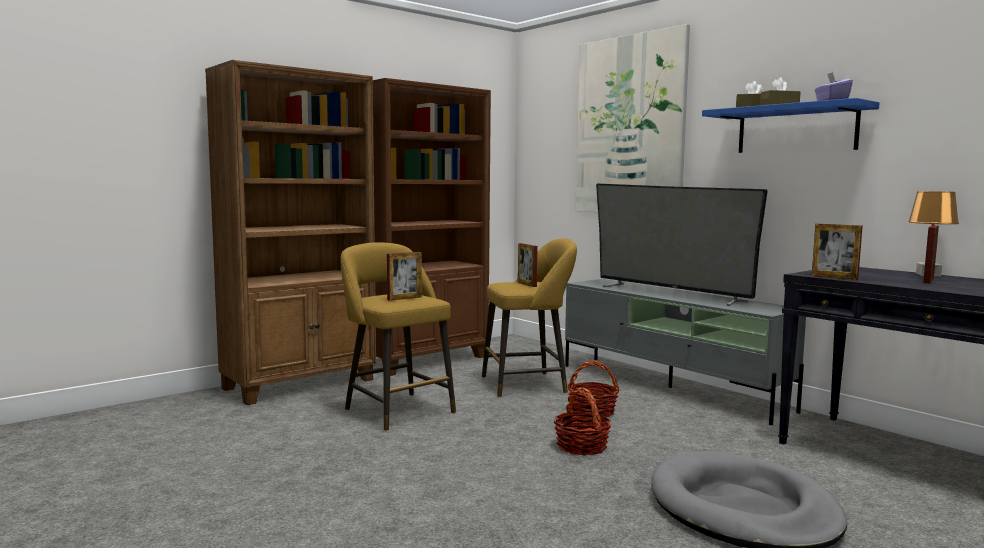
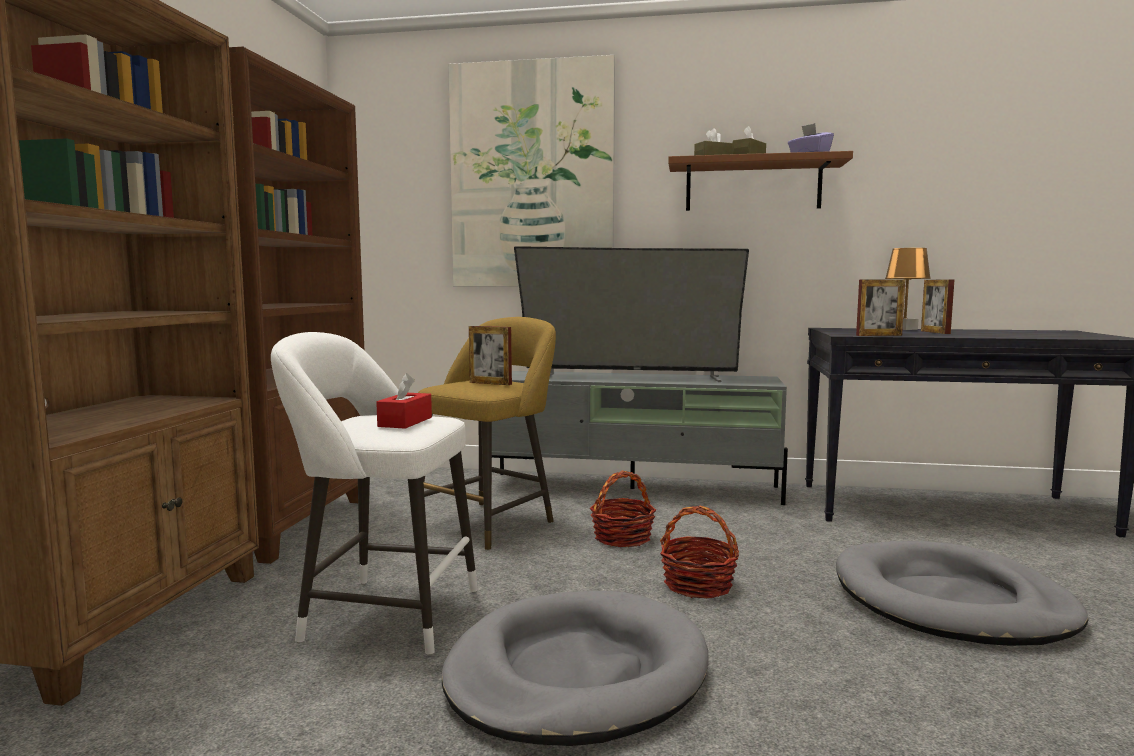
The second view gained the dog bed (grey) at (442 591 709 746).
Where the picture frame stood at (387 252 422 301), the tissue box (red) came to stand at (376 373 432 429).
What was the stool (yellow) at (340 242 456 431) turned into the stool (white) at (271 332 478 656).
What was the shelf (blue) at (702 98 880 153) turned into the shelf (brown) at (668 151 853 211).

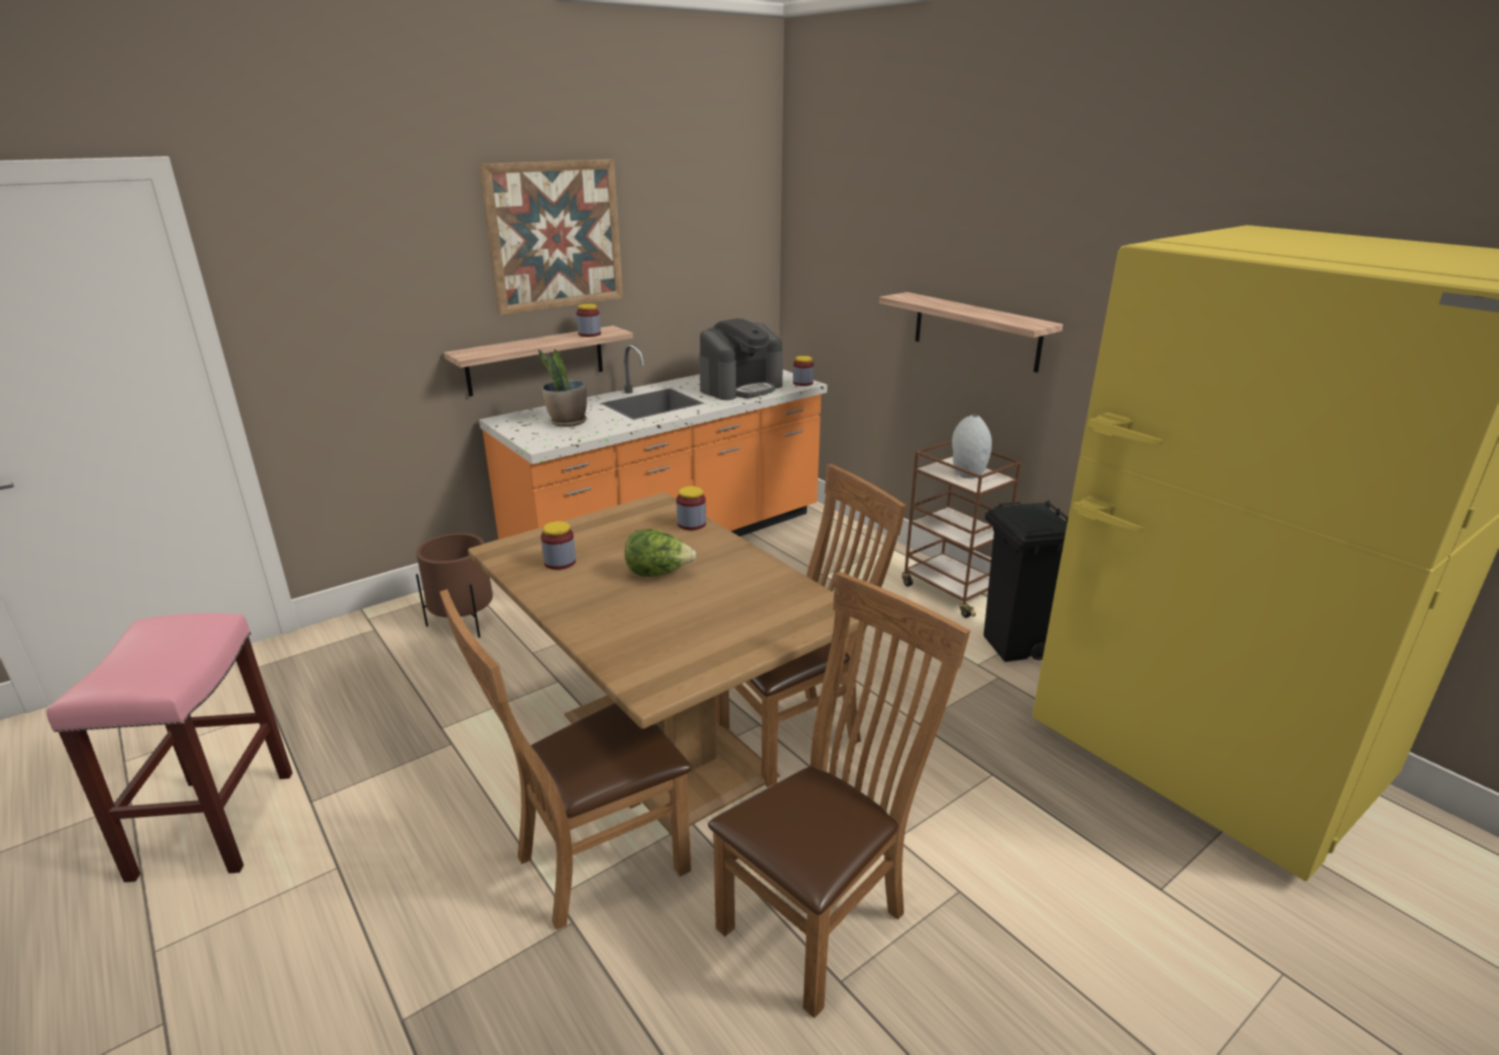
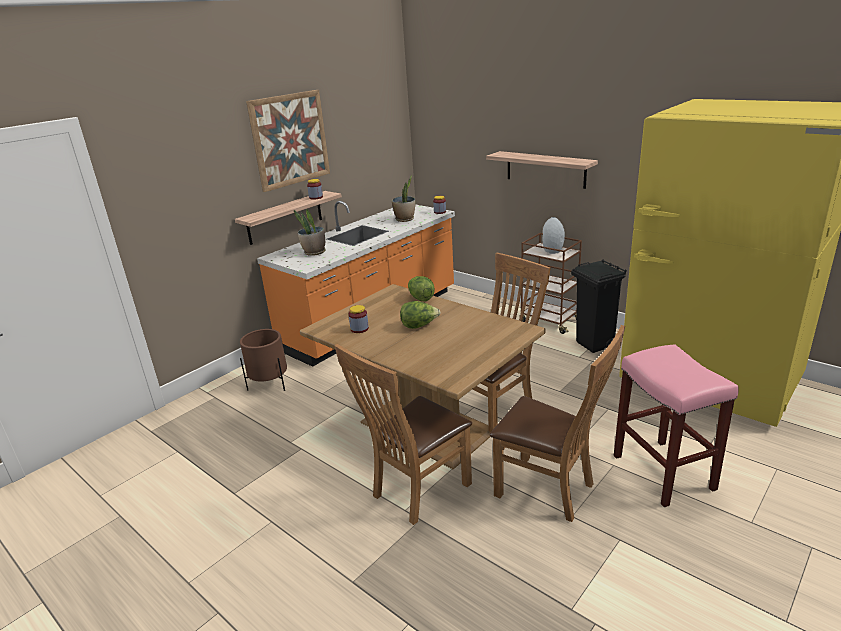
The stool (pink) ended up elsewhere, having gone from (47 613 293 882) to (614 344 739 507).
Where the jar stood at (676 486 706 530), the lettuce came to stand at (408 276 435 302).
Where the coffee machine stood at (699 318 783 400), the potted plant came to stand at (392 176 415 222).
The chair (brown) at (708 572 970 1018) ended up facing another way, 90 degrees clockwise from before.

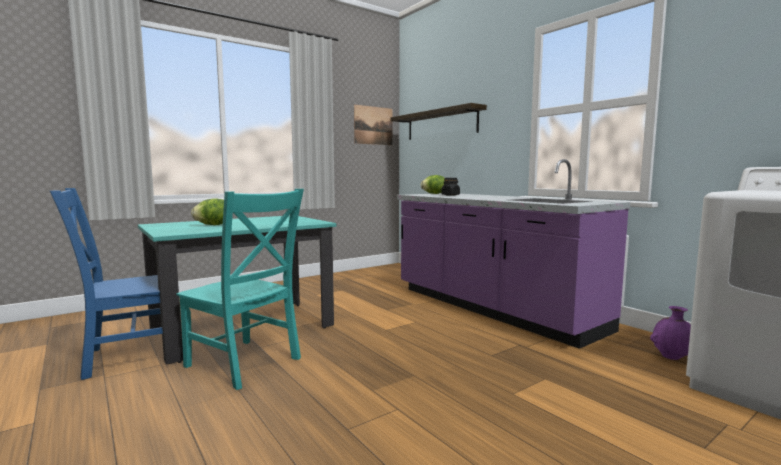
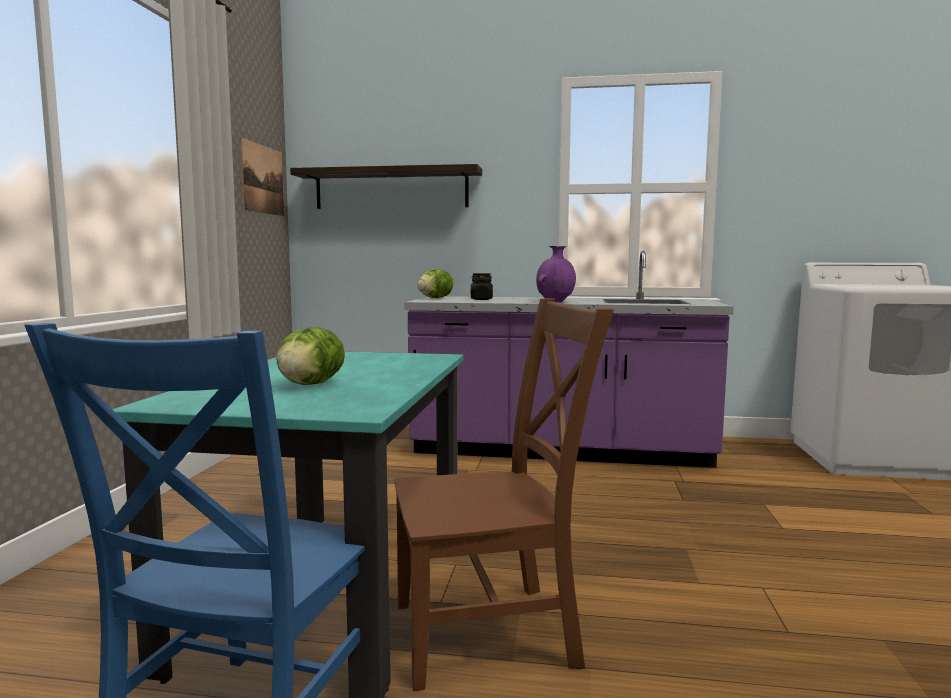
The vase (purple) ended up elsewhere, having gone from (650 306 691 360) to (536 246 576 303).
What was the chair (turquoise) at (177 189 304 390) turned into the chair (brown) at (395 298 614 691).

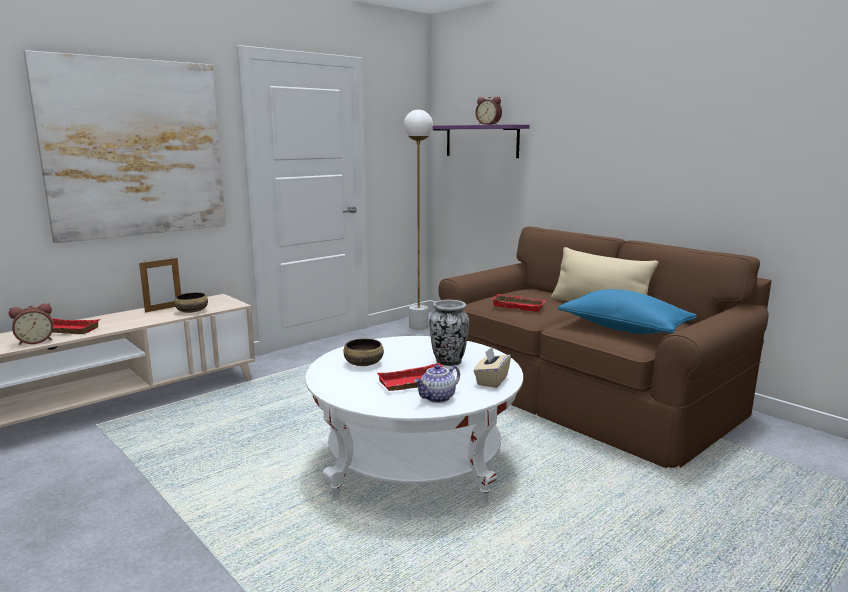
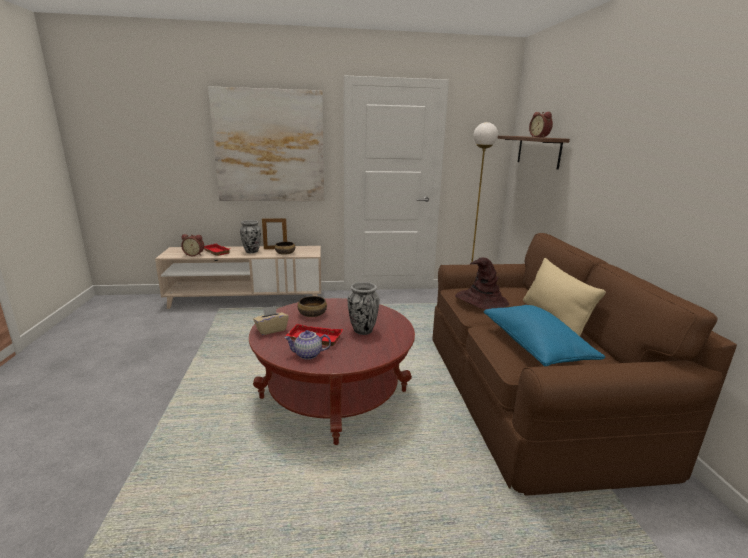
The second view gained the vase at (240 220 261 253).
The tissue box (beige) ended up elsewhere, having gone from (474 347 511 388) to (253 306 289 335).
Where the tray (red) stood at (492 294 545 312), the hat (brown) came to stand at (455 257 509 310).
What was the coffee table (white) at (305 336 523 503) turned into the coffee table (red) at (249 298 415 445).
What was the shelf (purple) at (432 124 530 158) turned into the shelf (brown) at (497 136 570 170).

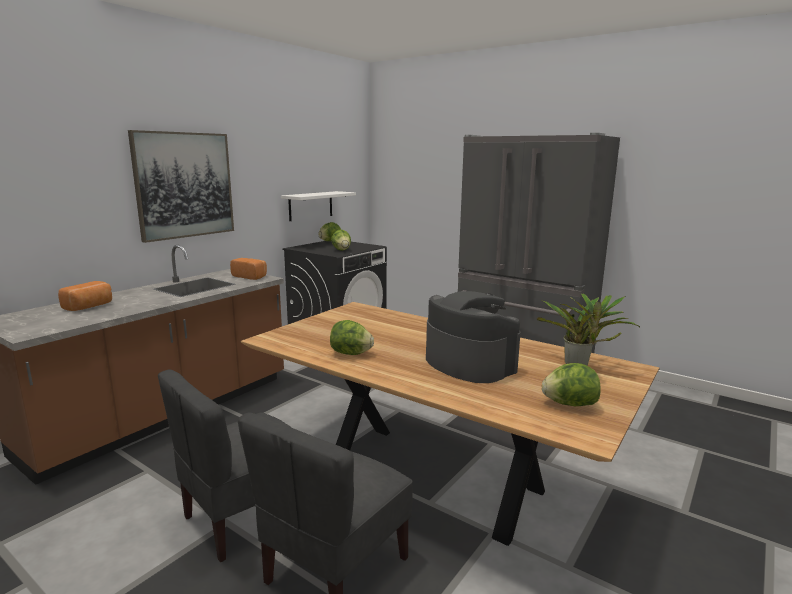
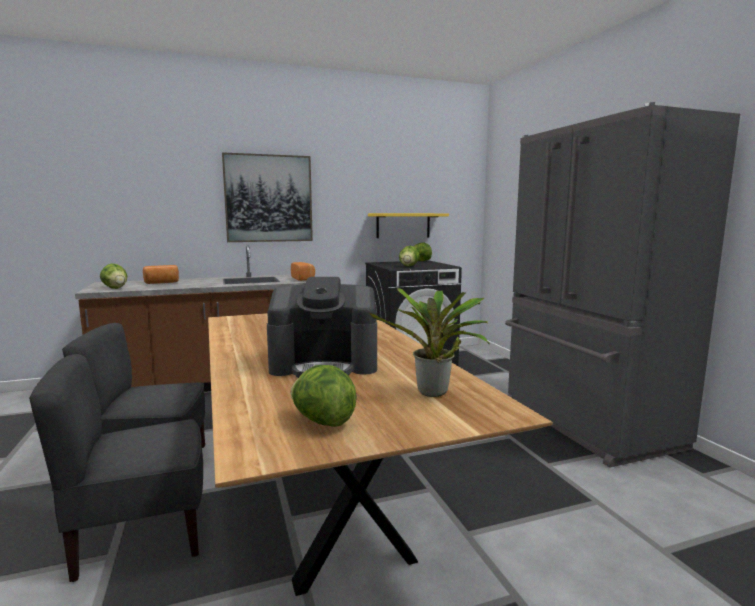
The lettuce ended up elsewhere, having gone from (330 320 374 355) to (100 263 127 289).
What was the shelf (white) at (281 191 356 221) turned into the shelf (yellow) at (368 213 449 238).
The coffee machine at (426 291 521 383) ended up facing another way, 90 degrees clockwise from before.

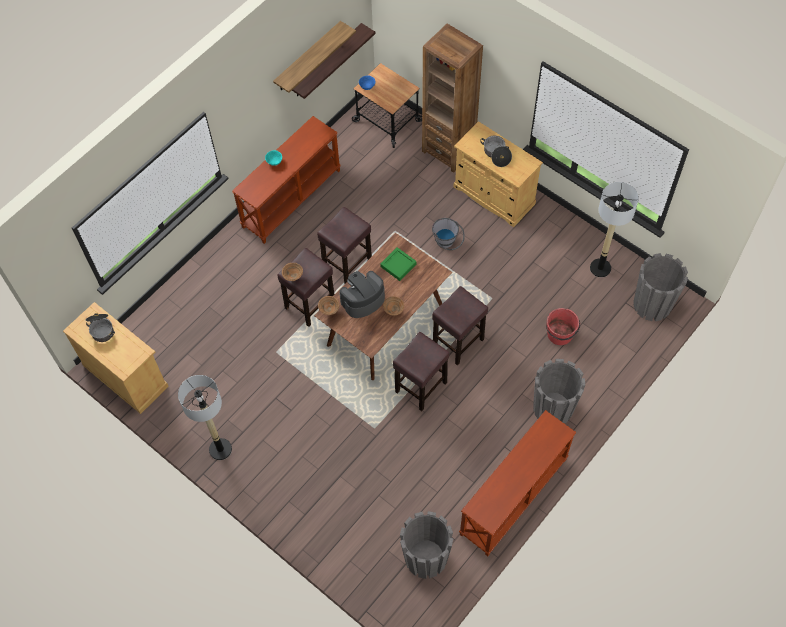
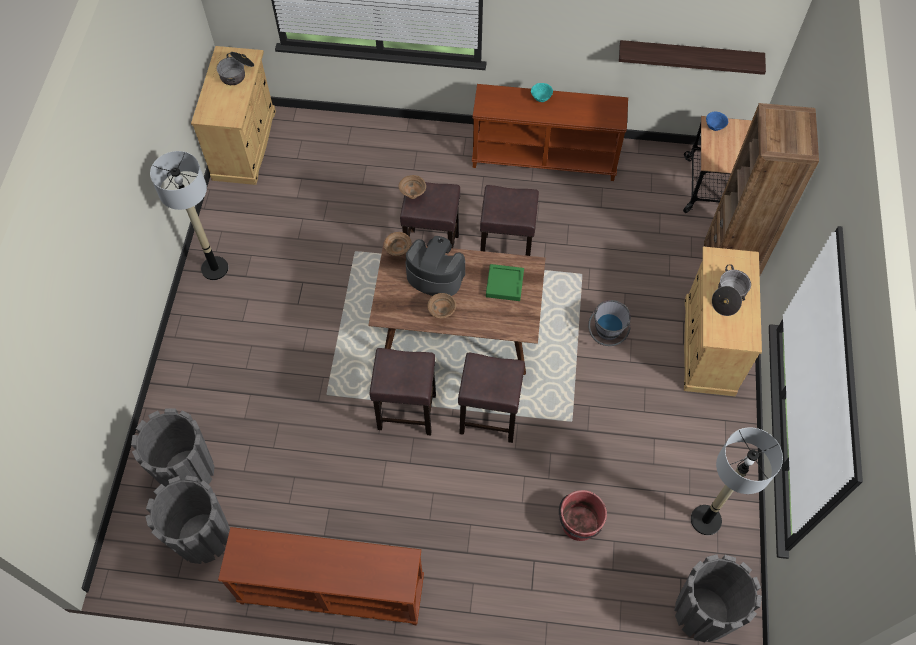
The second view lost the shelf at (273 21 356 93).
The planter (grey) ended up elsewhere, having gone from (533 359 585 424) to (131 408 215 487).

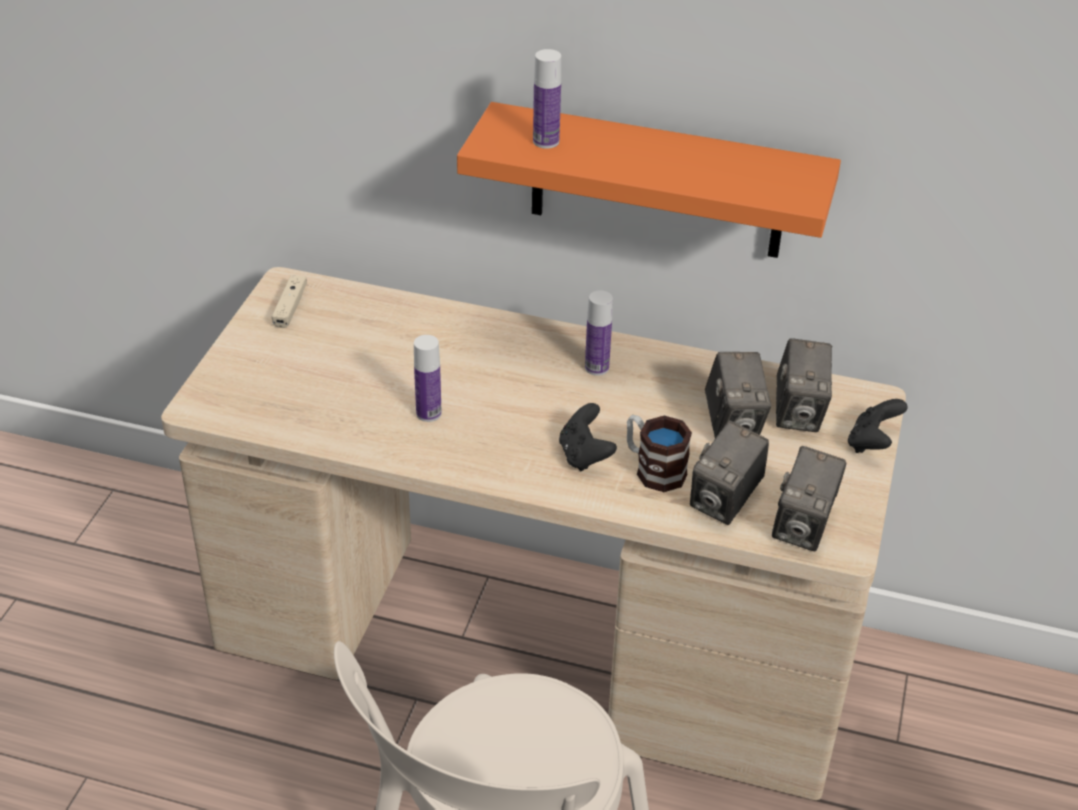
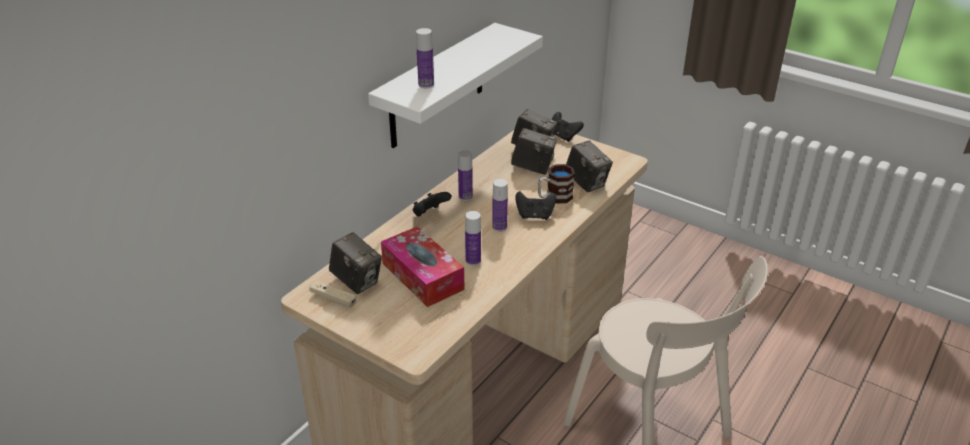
The second view gained the tissue box at (381 226 465 307).
The second view gained the game controller (black) at (413 192 451 217).
The second view gained the bottle at (492 179 508 232).
The photo camera ended up elsewhere, having gone from (772 446 847 551) to (329 232 382 294).
What was the shelf (orange) at (457 102 841 258) turned into the shelf (white) at (368 23 543 148).

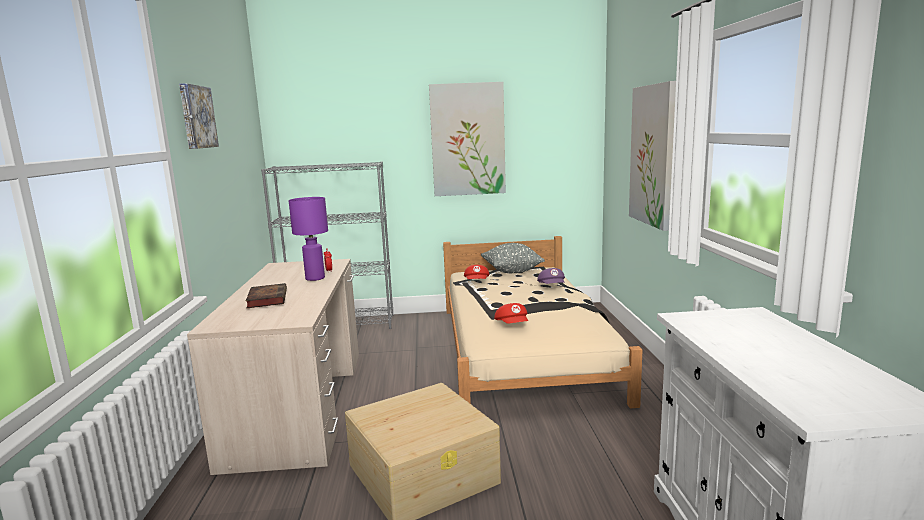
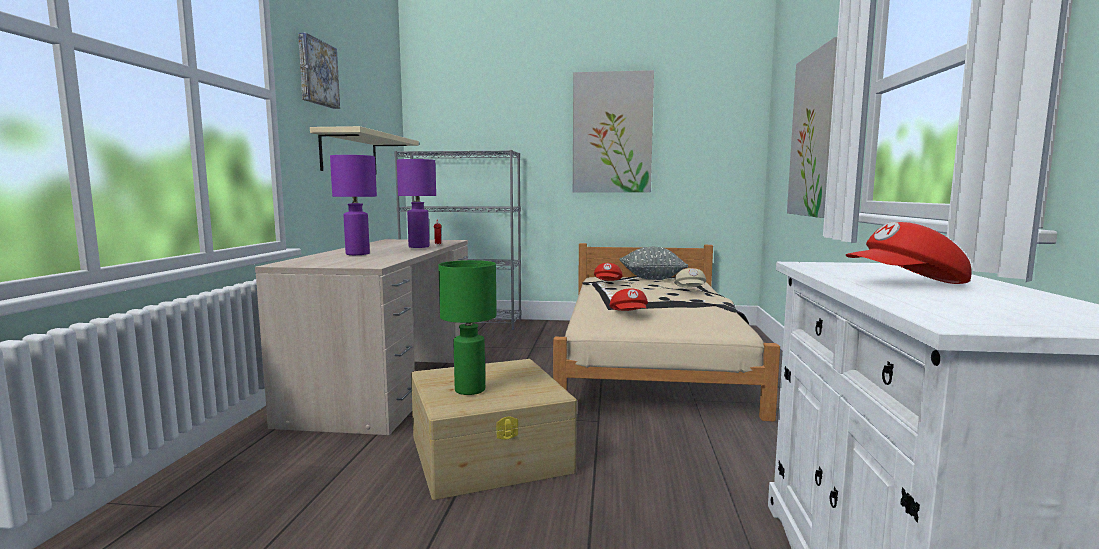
The second view gained the shelf (beige) at (310 126 419 174).
The second view gained the table lamp (green) at (438 260 497 395).
The second view gained the cap (red) at (846 222 972 284).
Where the book stood at (245 283 287 309), the table lamp (purple) came to stand at (330 155 377 255).
What was the cap (purple) at (537 268 565 284) turned into the cap (beige) at (674 268 706 287).

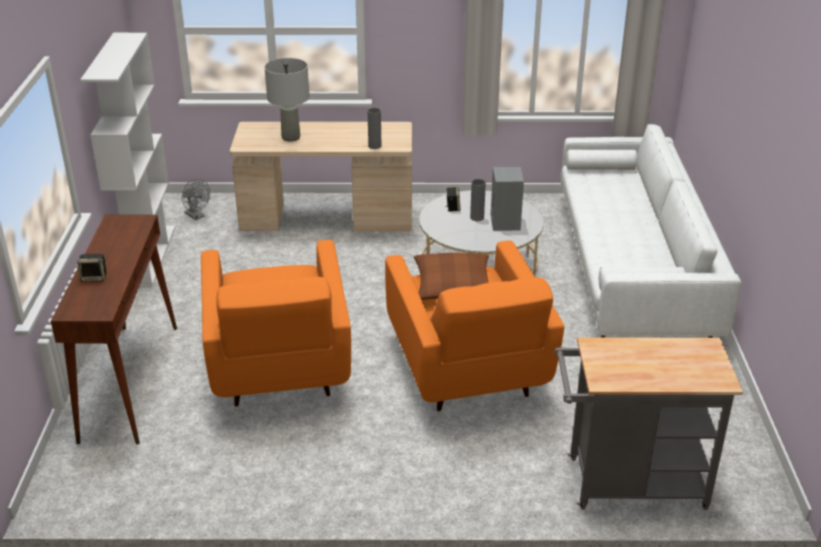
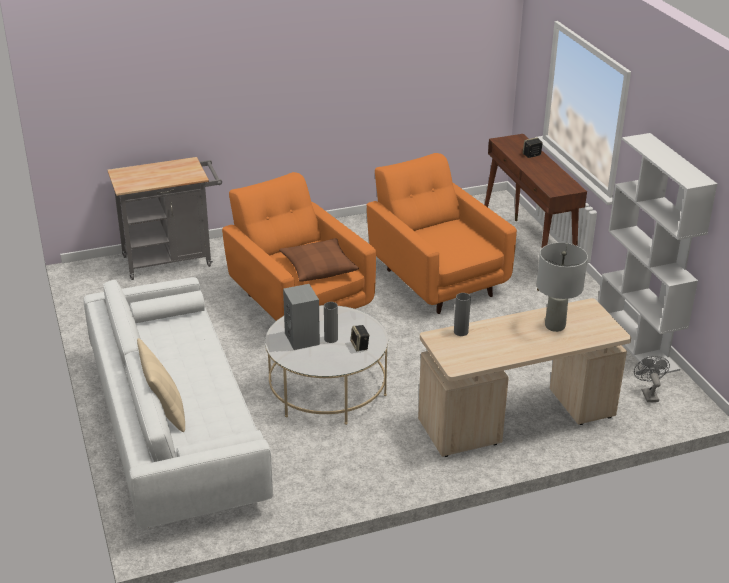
The second view gained the pillow (beige) at (137 338 185 432).
The fan (grey) at (182 179 210 220) ended up facing another way, 60 degrees clockwise from before.

